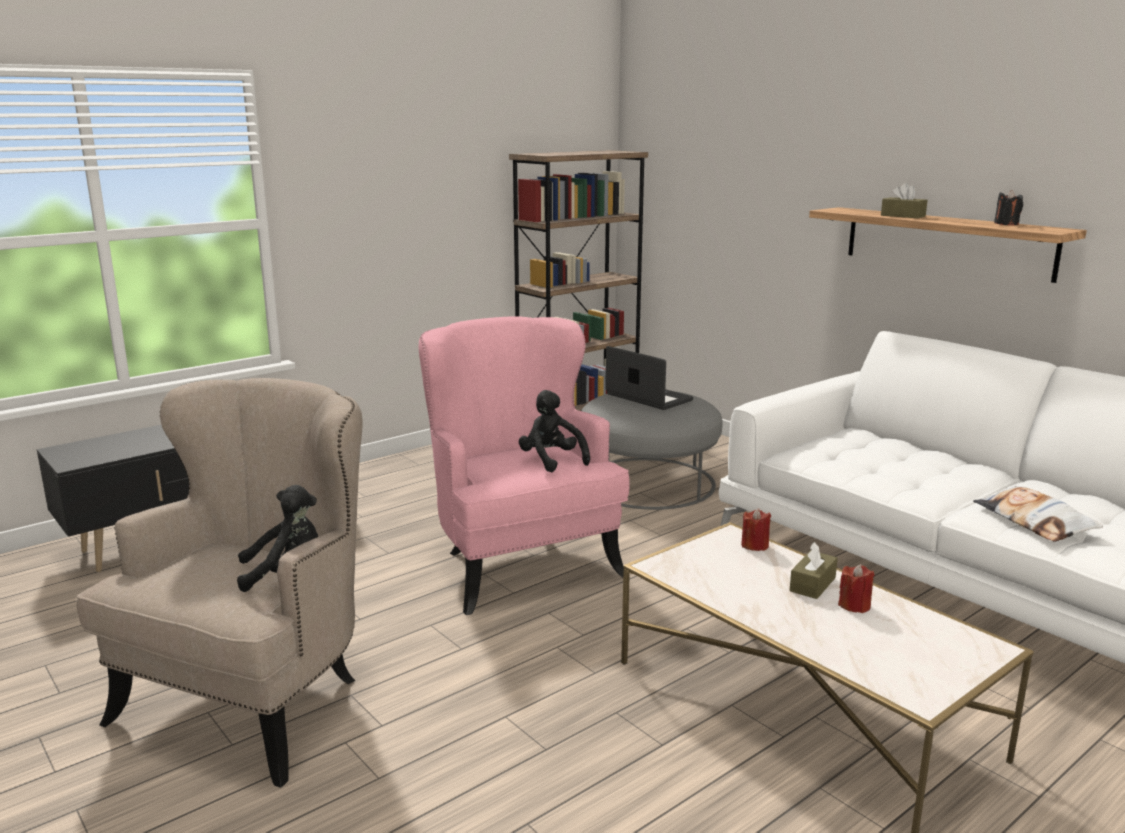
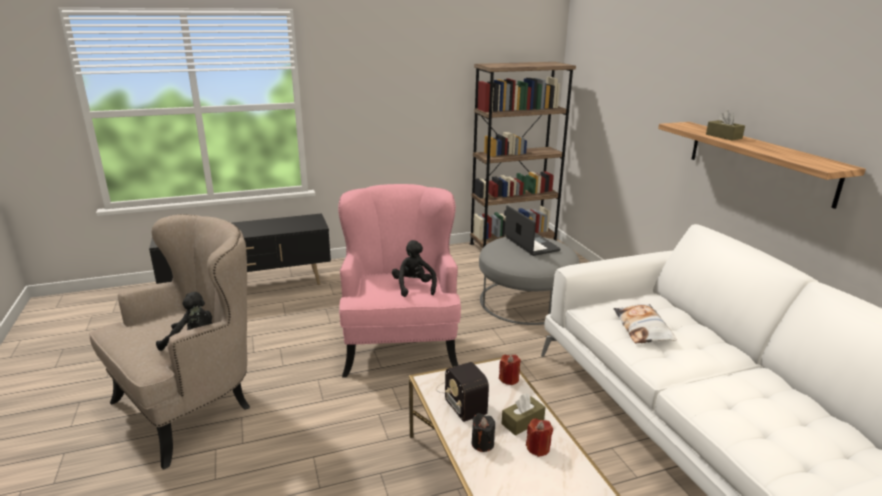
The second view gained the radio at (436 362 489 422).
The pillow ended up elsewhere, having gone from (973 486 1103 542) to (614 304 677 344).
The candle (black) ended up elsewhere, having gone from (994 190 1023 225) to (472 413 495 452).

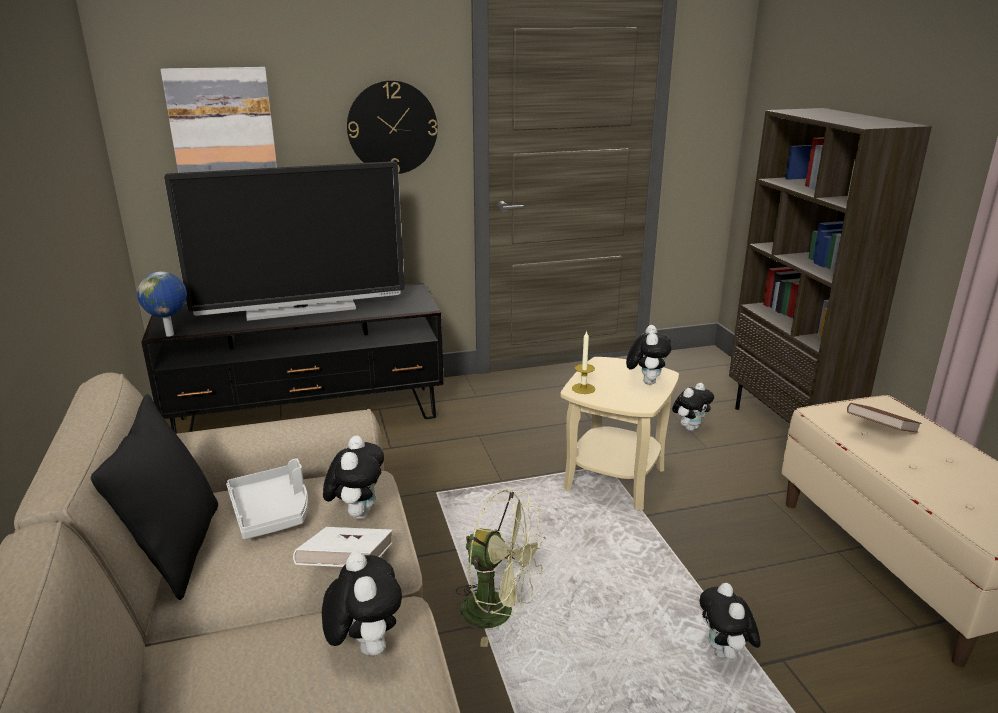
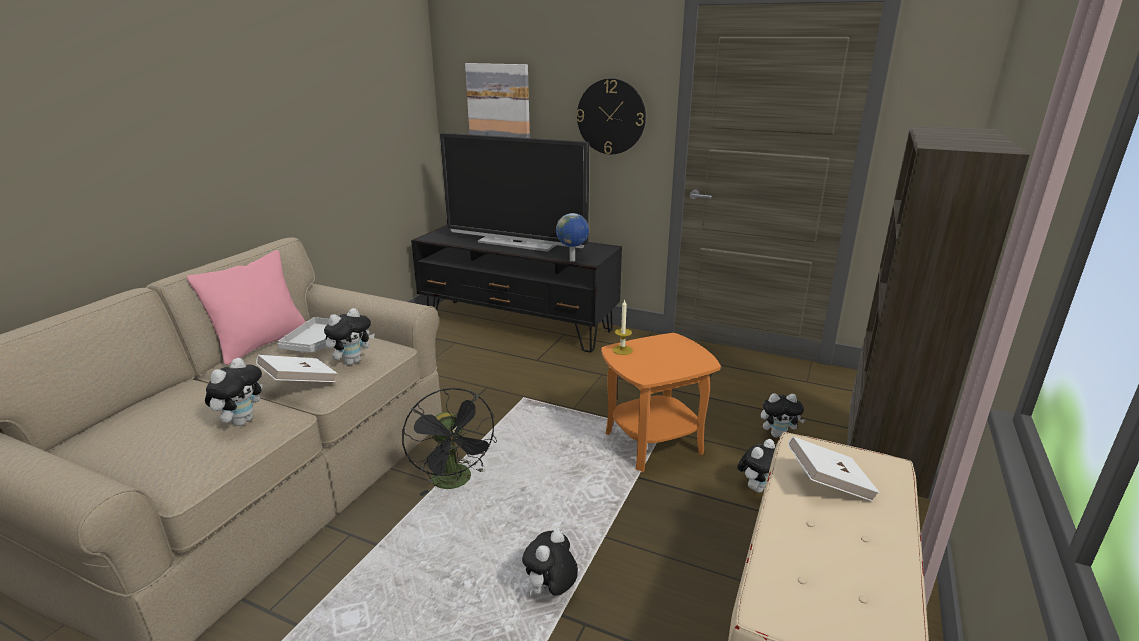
The globe ended up elsewhere, having gone from (137 271 187 336) to (556 213 589 262).
The plush toy ended up elsewhere, having gone from (626 325 672 385) to (737 439 776 493).
What was the pillow (black) at (91 394 218 600) turned into the pillow (pink) at (187 250 306 365).
What was the fan (green) at (456 489 546 647) turned into the fan (black) at (402 388 497 496).
What was the side table (beige) at (560 357 679 510) turned into the side table (orange) at (601 333 721 472).
What was the book (brown) at (847 403 922 433) turned into the book (white) at (788 437 880 502).

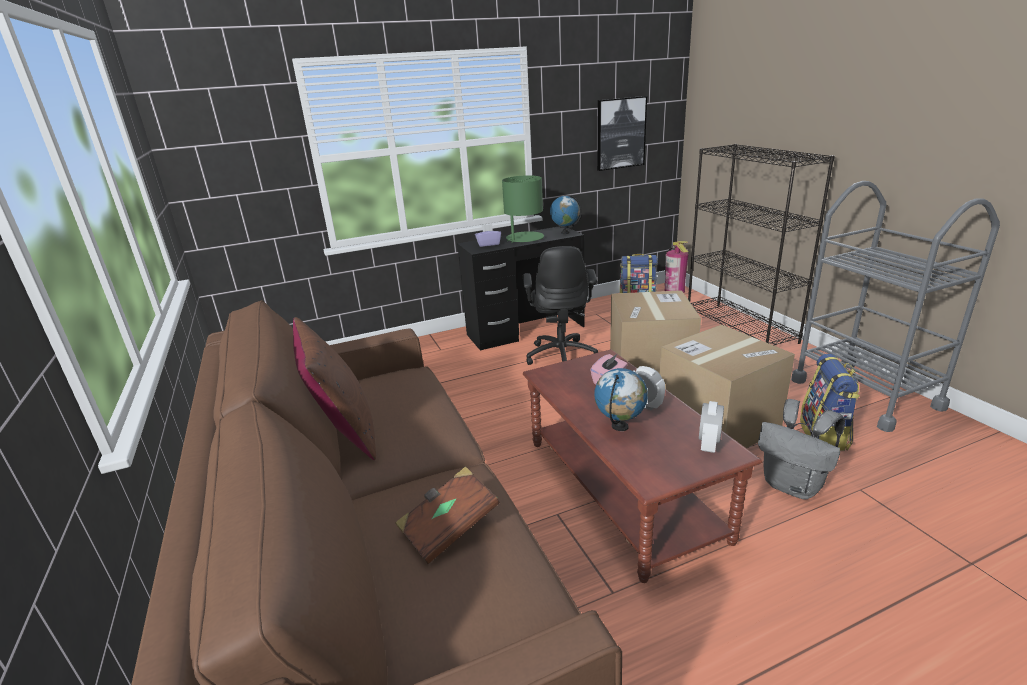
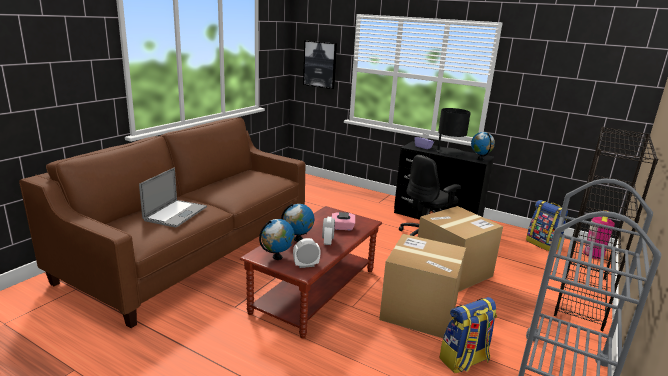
The second view lost the pillow (brown) at (293 317 376 460).
The second view lost the backpack (grey) at (758 399 845 500).
The second view gained the globe at (259 219 295 260).
The picture ended up elsewhere, having gone from (597 96 647 171) to (303 41 337 89).
Where the book (brown) stood at (395 466 500 564), the laptop came to stand at (139 168 207 227).
What was the table lamp (green) at (502 175 544 243) turned into the table lamp (black) at (432 108 471 156).

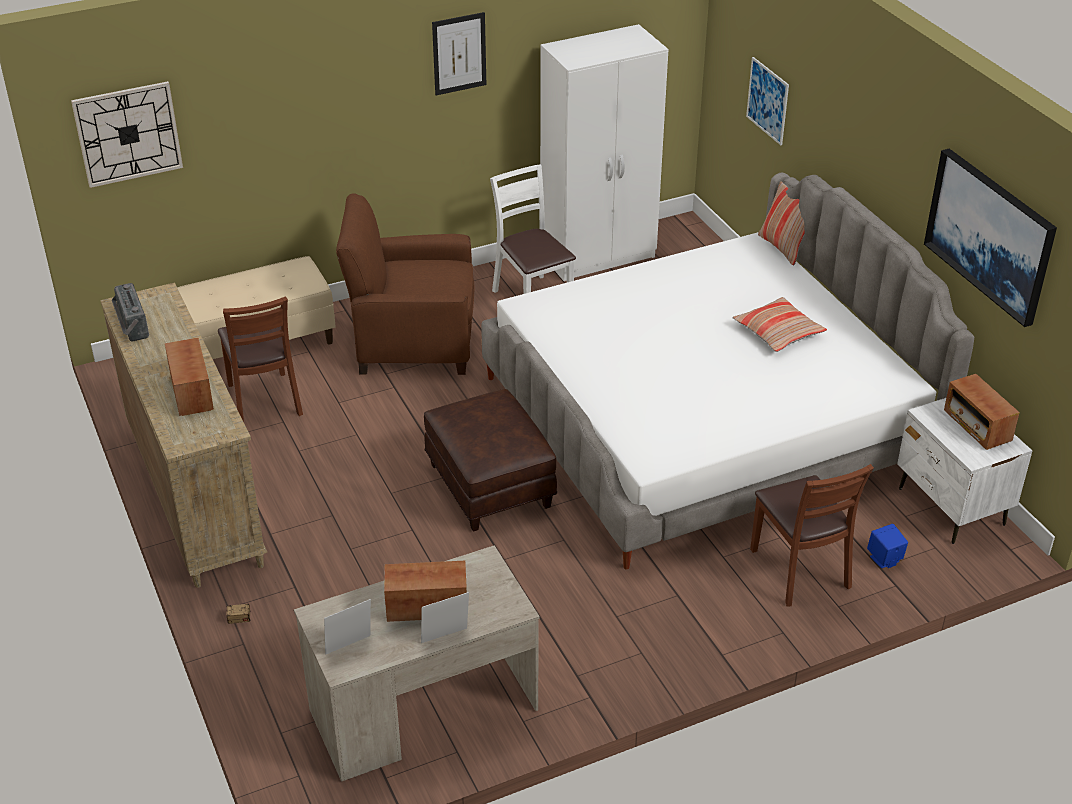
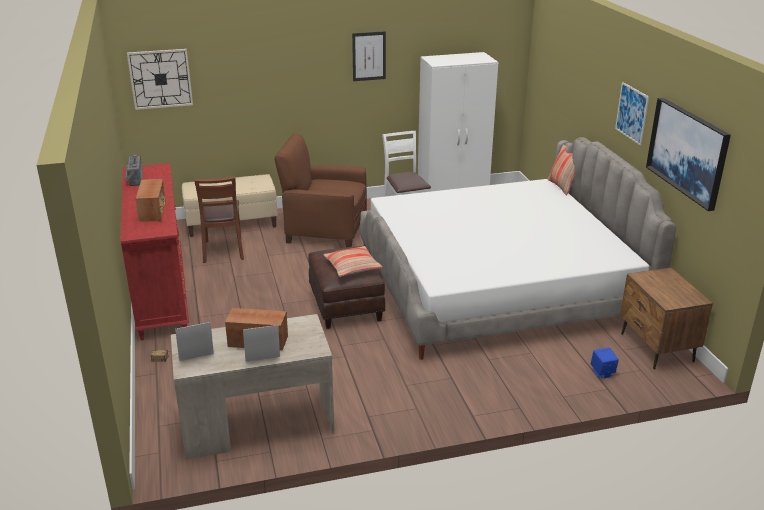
The second view lost the chair (brown) at (750 464 874 607).
The second view lost the radio at (944 374 1020 450).
The pillow ended up elsewhere, having gone from (733 297 827 352) to (323 246 383 277).
The picture ended up elsewhere, having gone from (746 57 789 145) to (615 82 649 146).
What was the dresser (beige) at (100 282 268 588) turned into the dresser (red) at (120 163 189 340).
What was the nightstand (white) at (897 398 1033 544) turned into the nightstand (brown) at (620 268 713 369).

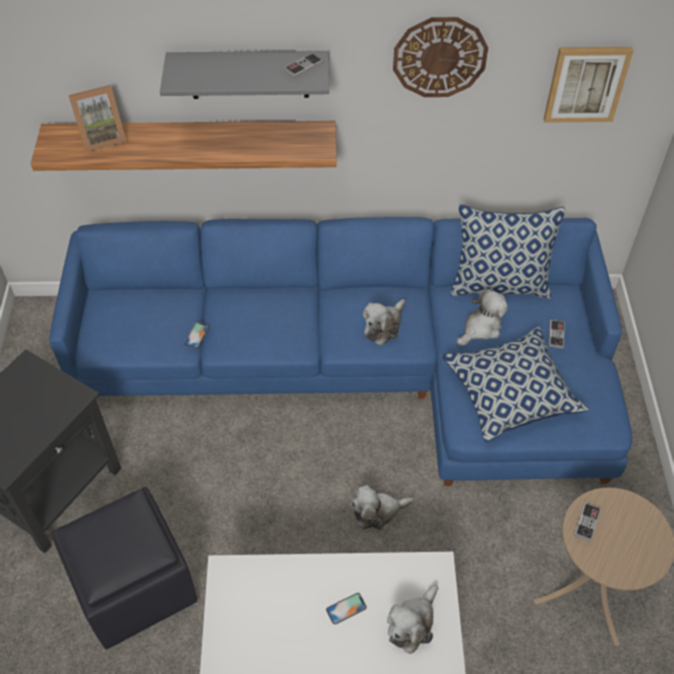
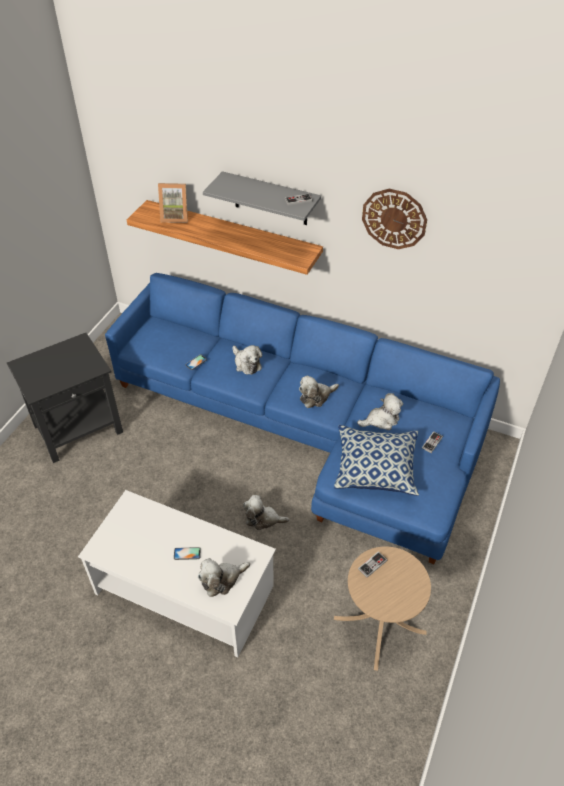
The second view lost the ottoman (black) at (51 487 197 649).
The second view lost the pillow at (451 205 566 298).
The second view lost the picture at (544 47 633 123).
The second view gained the plush toy at (233 345 262 375).

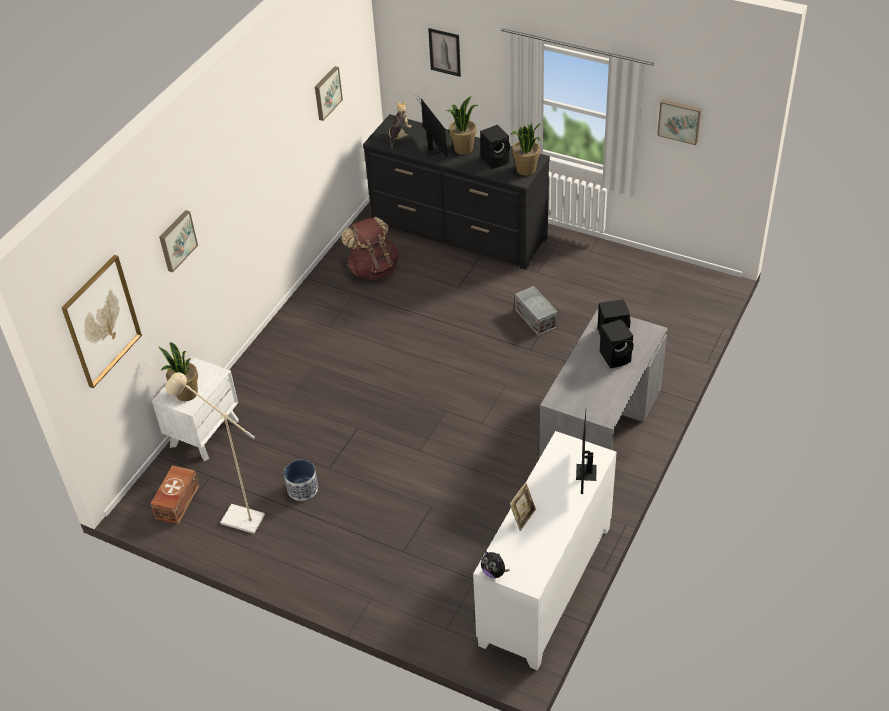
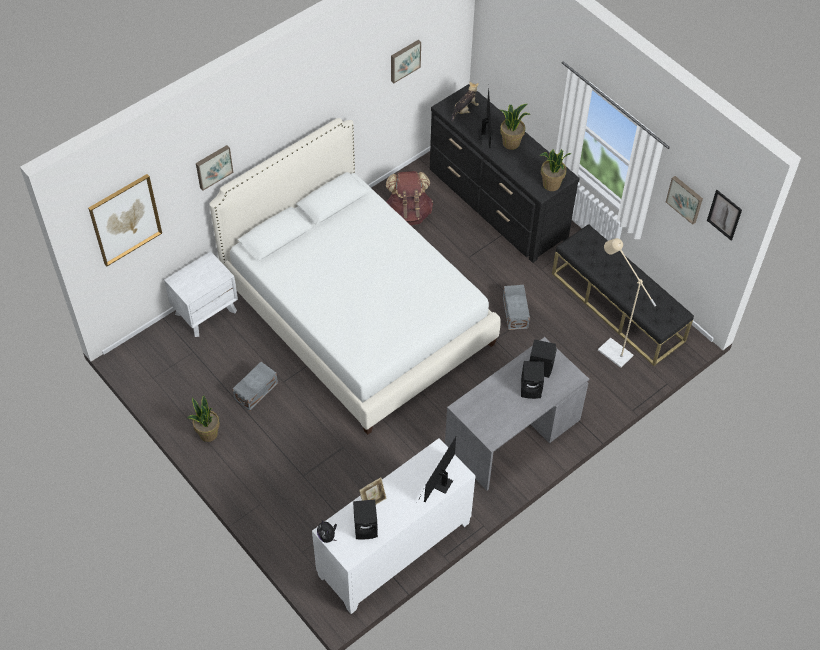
The second view lost the storage box (brown) at (151 465 199 524).
The second view gained the bed (white) at (209 118 501 435).
The second view gained the bench (black) at (552 224 694 366).
The potted plant ended up elsewhere, having gone from (158 342 198 401) to (187 395 220 442).
The floor lamp (beige) ended up elsewhere, having gone from (165 372 265 534) to (598 238 656 368).
The picture ended up elsewhere, having gone from (428 28 461 77) to (707 190 742 241).
The speaker (black) ended up elsewhere, having gone from (480 125 510 169) to (353 499 378 540).
Where the planter stood at (284 460 318 501), the storage box (grey) came to stand at (233 362 278 411).

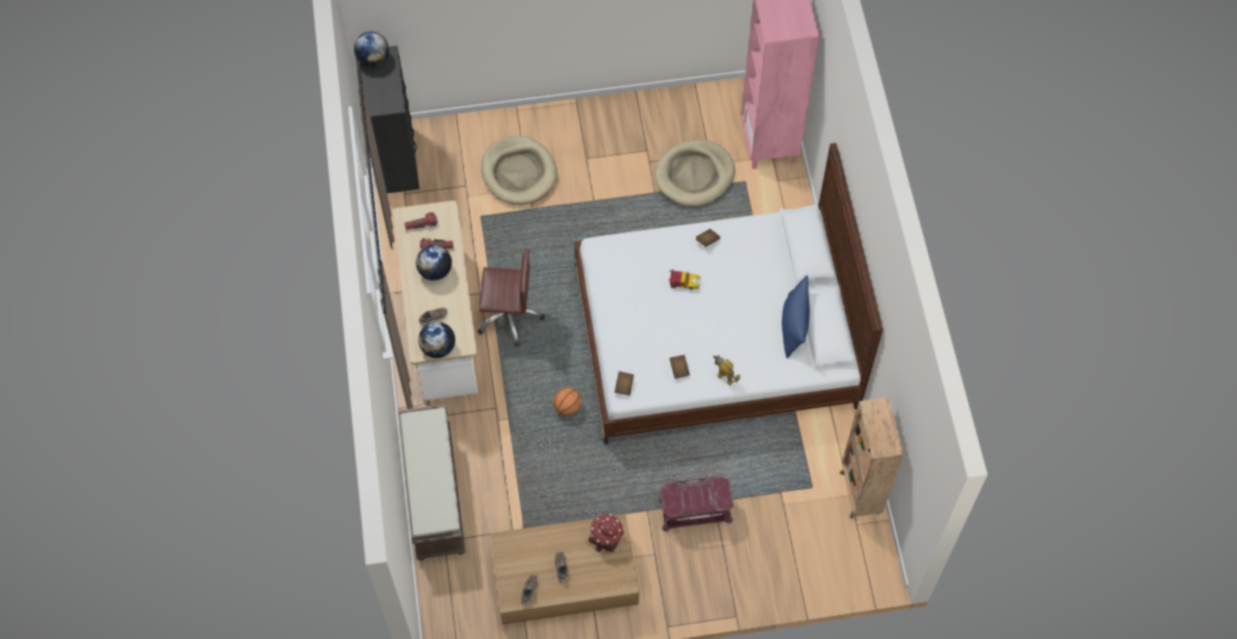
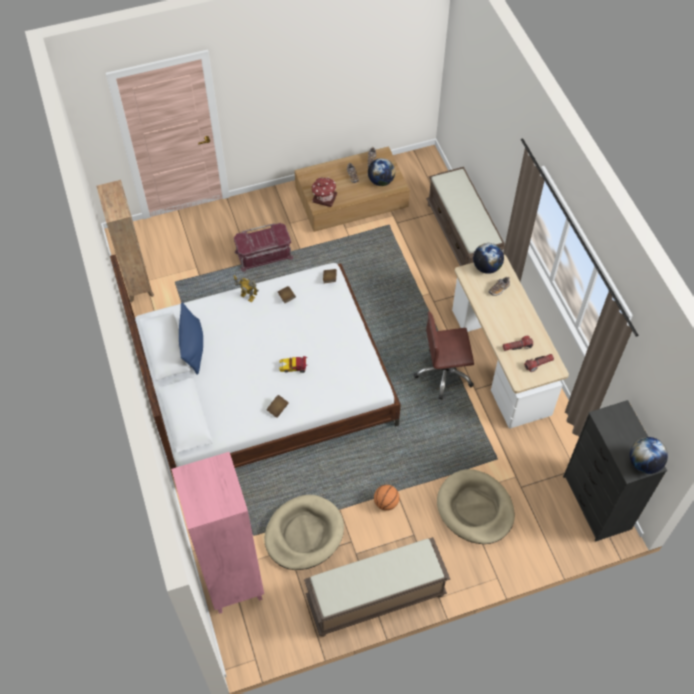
The second view gained the bench (brown) at (304 537 450 637).
The globe ended up elsewhere, having gone from (416 245 452 281) to (368 158 395 186).
The basketball ended up elsewhere, having gone from (553 388 581 416) to (374 485 400 511).

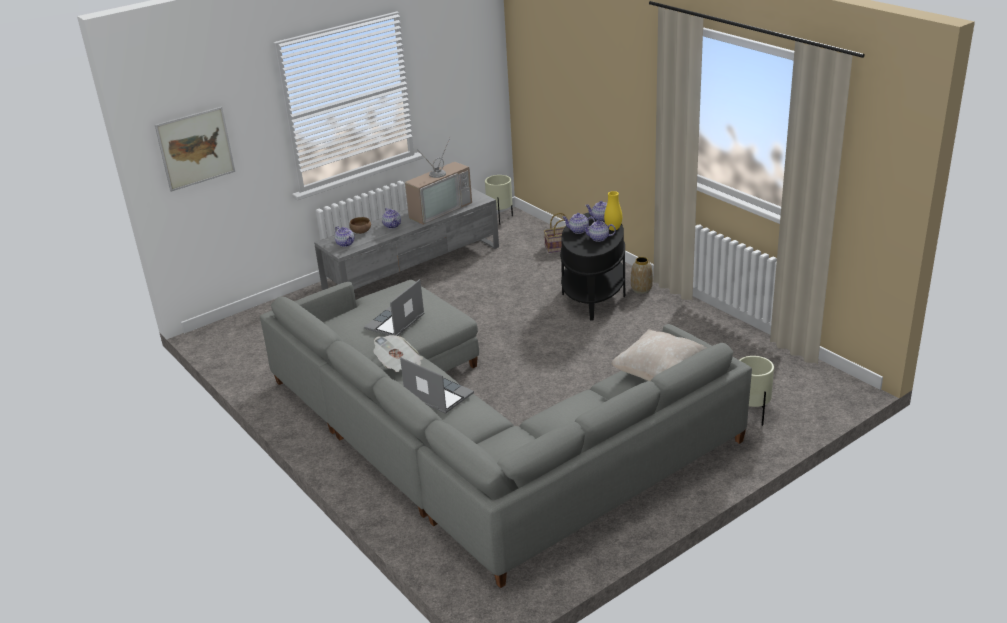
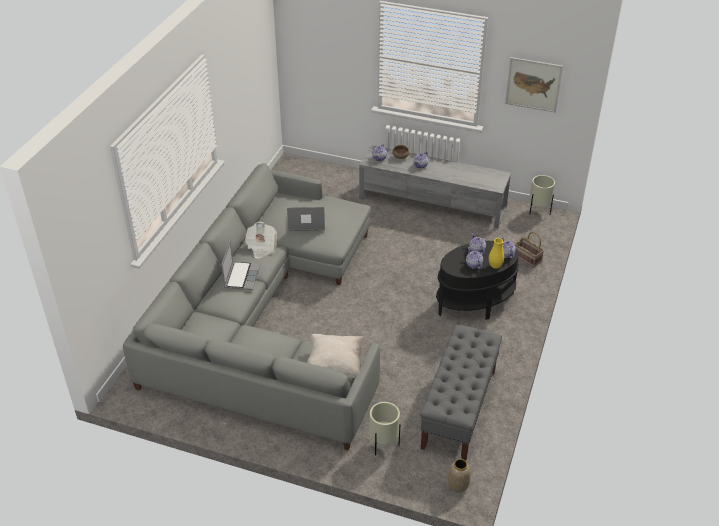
The second view lost the television at (405 138 472 225).
The second view gained the bench (grey) at (420 325 502 461).
The picture ended up elsewhere, having gone from (155 107 235 192) to (505 57 563 113).
The vase ended up elsewhere, having gone from (631 257 653 294) to (448 459 471 493).

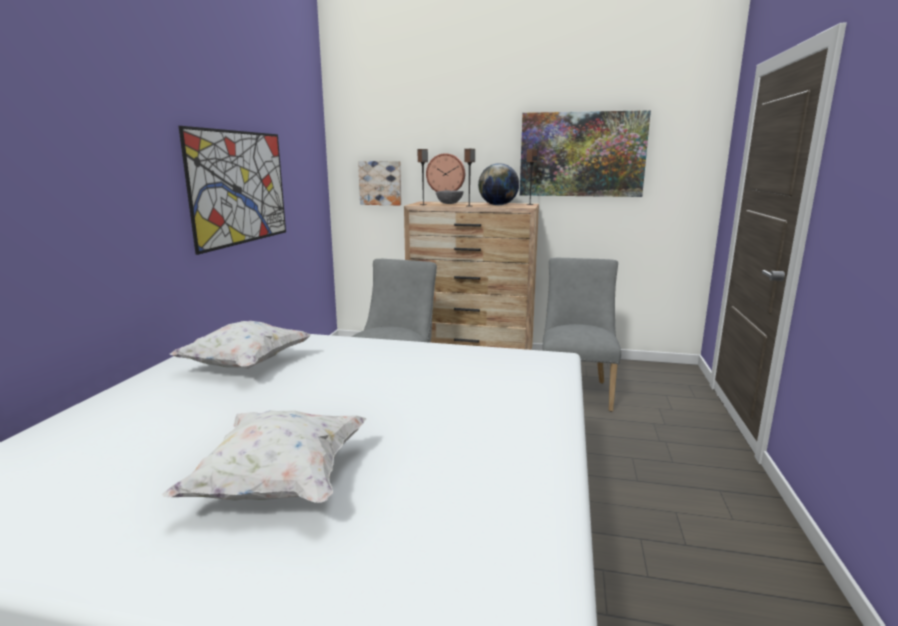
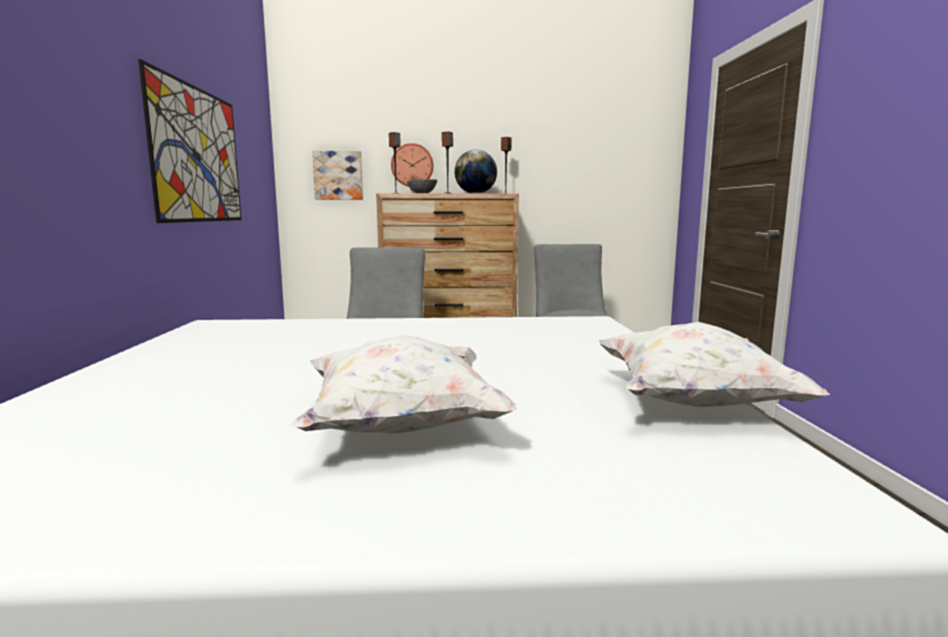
The second view lost the picture at (520 110 651 197).
The pillow (white) ended up elsewhere, having gone from (170 321 311 369) to (599 322 830 407).

